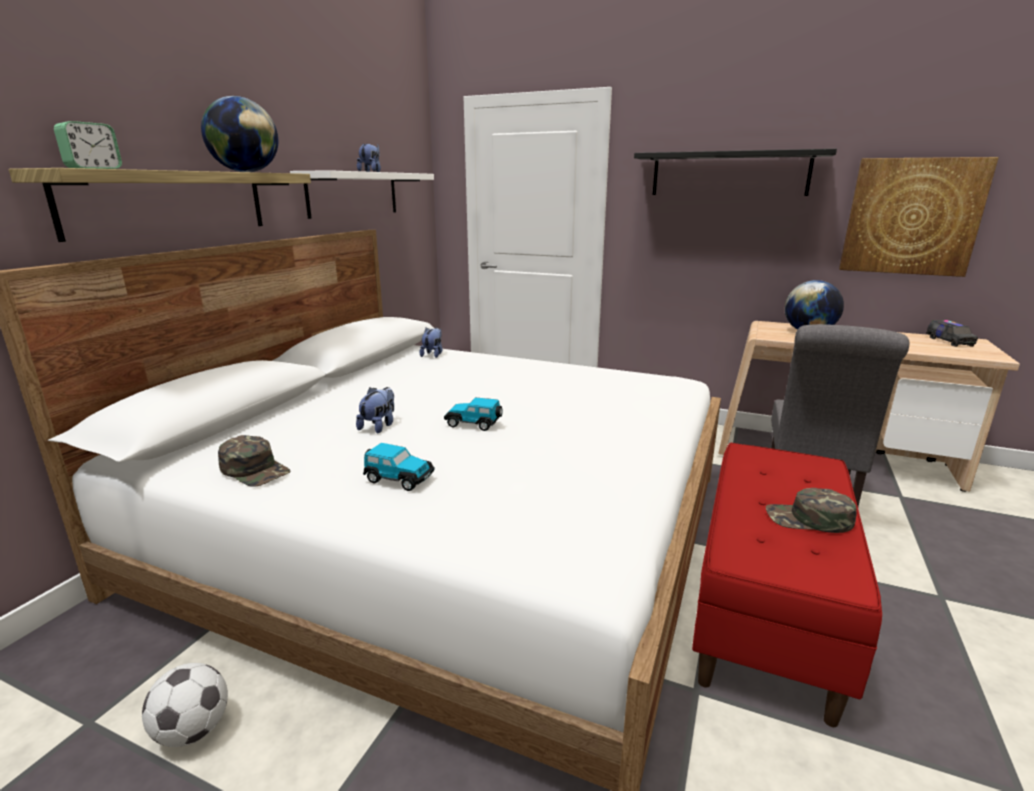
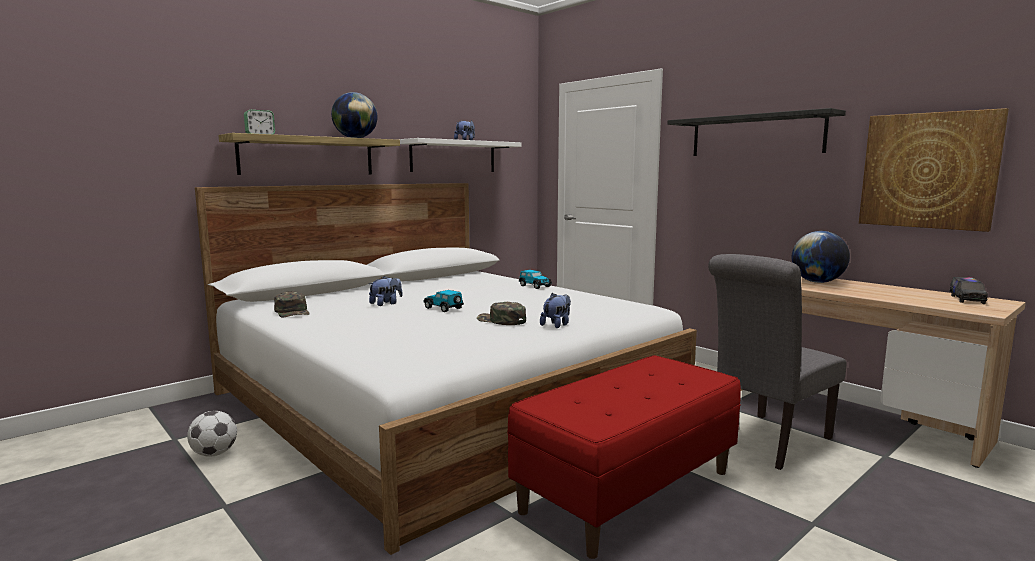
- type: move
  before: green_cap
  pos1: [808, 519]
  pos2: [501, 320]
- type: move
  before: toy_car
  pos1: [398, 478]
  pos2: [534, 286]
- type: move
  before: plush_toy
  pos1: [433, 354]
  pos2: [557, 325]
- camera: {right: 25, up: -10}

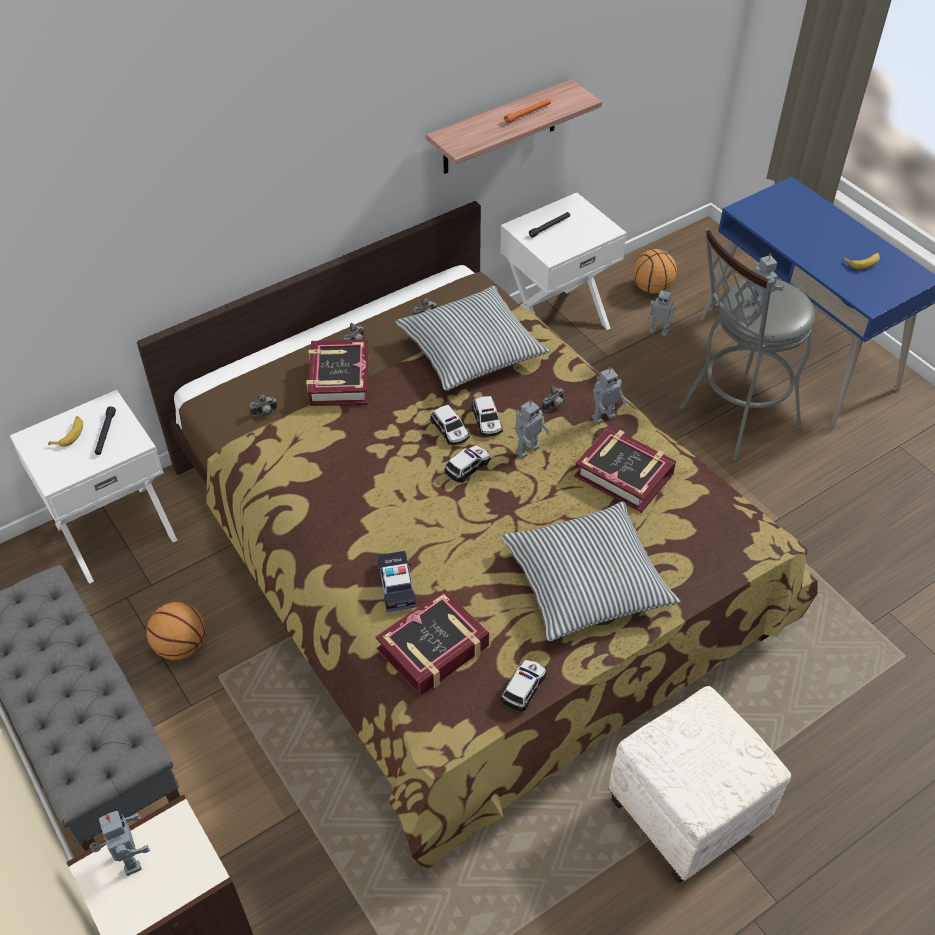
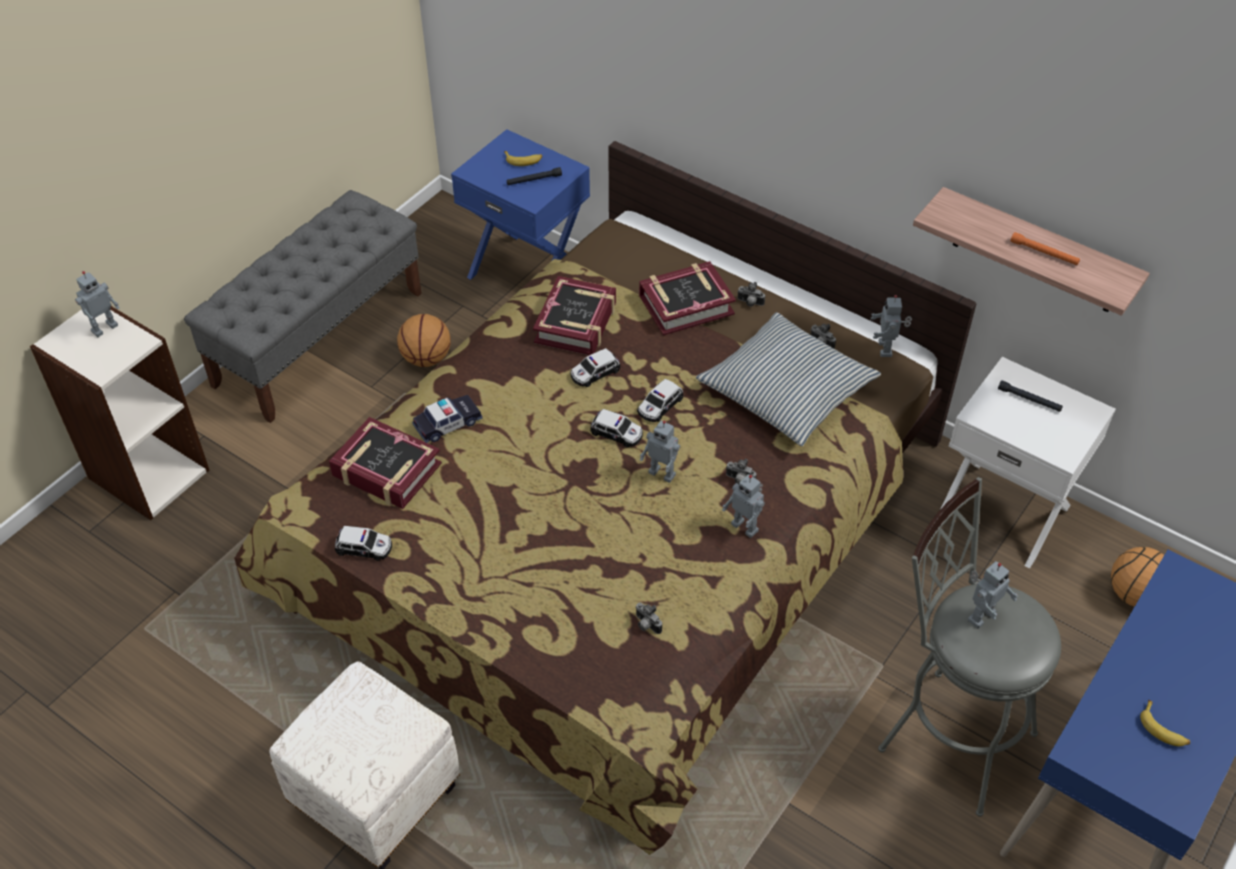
- type: recolor
  before: white_nightstand
  after: blue_nightstand
  pos1: [115, 531]
  pos2: [528, 271]
- type: move
  before: book
  pos1: [624, 475]
  pos2: [576, 323]
- type: move
  before: toy_car
  pos1: [487, 421]
  pos2: [594, 373]
- type: move
  before: photo_camera
  pos1: [265, 413]
  pos2: [646, 625]
- type: move
  before: toy_robot
  pos1: [658, 331]
  pos2: [886, 349]
- type: delete
  before: pillow
  pos1: [586, 581]
- camera: {right: 70, up: 0}

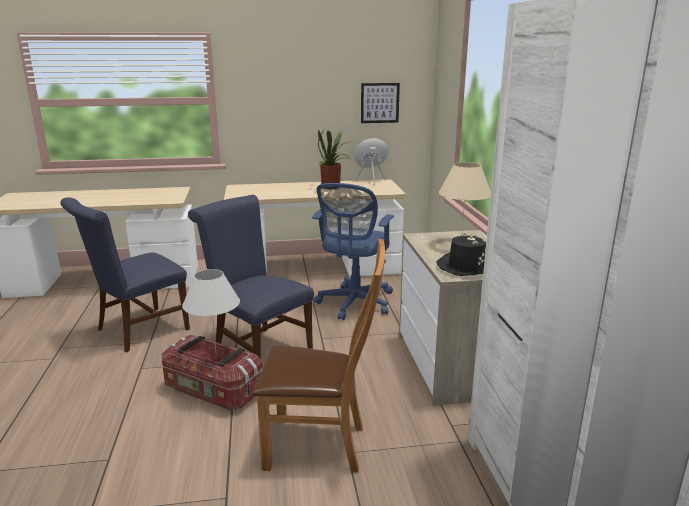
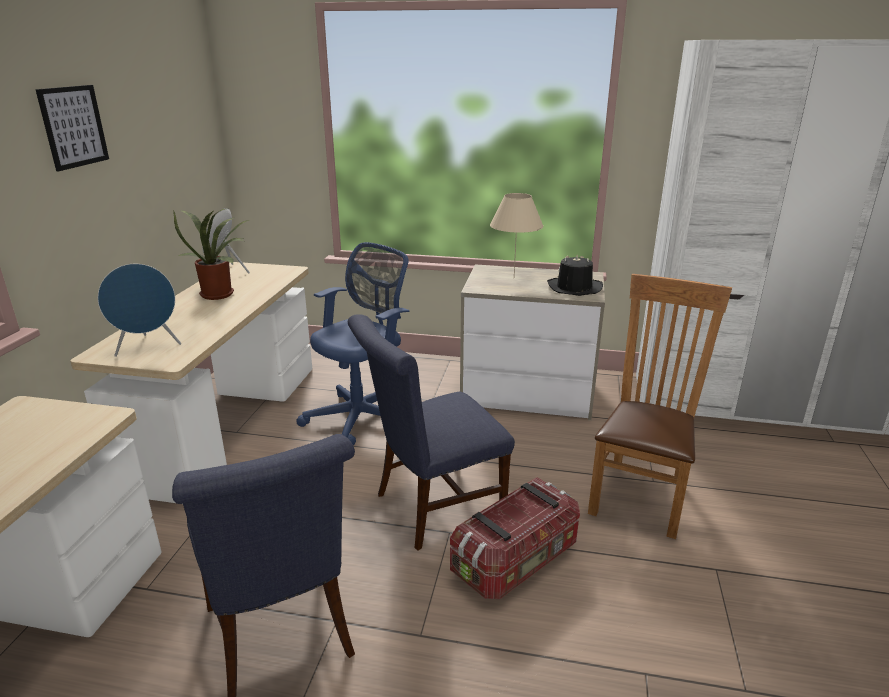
- type: move
  before: picture
  pos1: [379, 103]
  pos2: [73, 126]
- type: insert
  after: blue_speaker
  pos2: [148, 347]
- type: rotate
  before: blue_office_chair
  pos1: [354, 304]
  pos2: [362, 416]
  turn: -90
- type: delete
  before: white_table_lamp
  pos1: [216, 354]
- camera: {right: -70, up: 5}

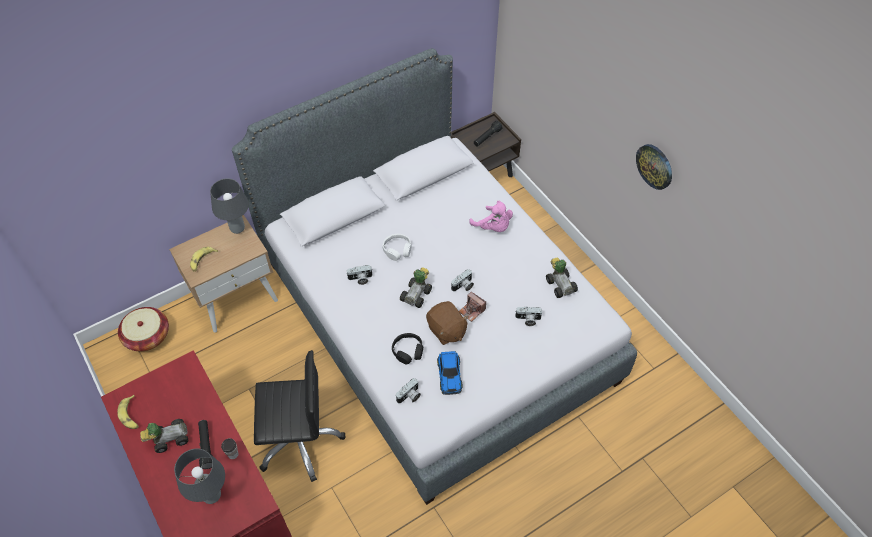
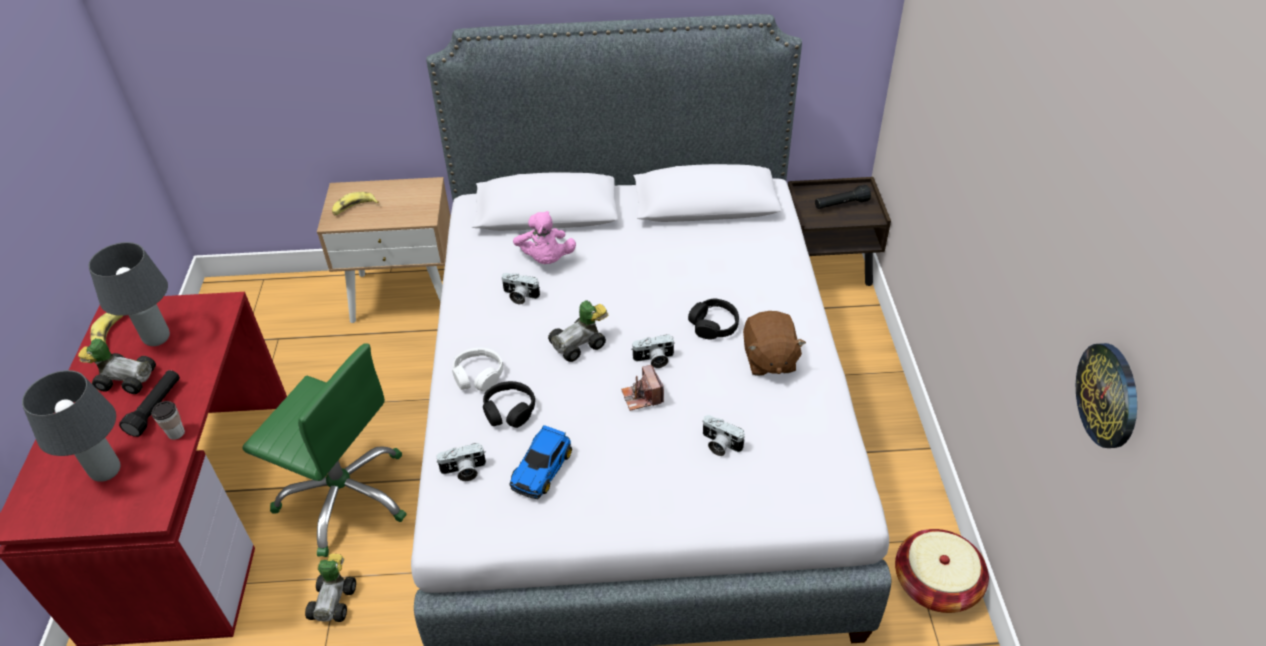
- type: move
  before: grey_table_lamp
  pos1: [237, 229]
  pos2: [157, 339]
- type: recolor
  before: black_office_chair
  after: green_office_chair
  pos1: [299, 440]
  pos2: [345, 496]
- type: move
  before: toy_car
  pos1: [560, 284]
  pos2: [335, 599]
- type: move
  before: white_headphones
  pos1: [397, 250]
  pos2: [478, 375]
- type: move
  before: pink_plush_toy
  pos1: [493, 227]
  pos2: [546, 259]
- type: insert
  after: black_headphones
  pos2: [714, 325]
- type: move
  before: brown_plush_toy
  pos1: [446, 330]
  pos2: [769, 359]
- type: move
  before: basket
  pos1: [147, 336]
  pos2: [936, 584]
- type: move
  before: wall_clock
  pos1: [655, 166]
  pos2: [1108, 395]
- camera: {right: 30, up: -10}

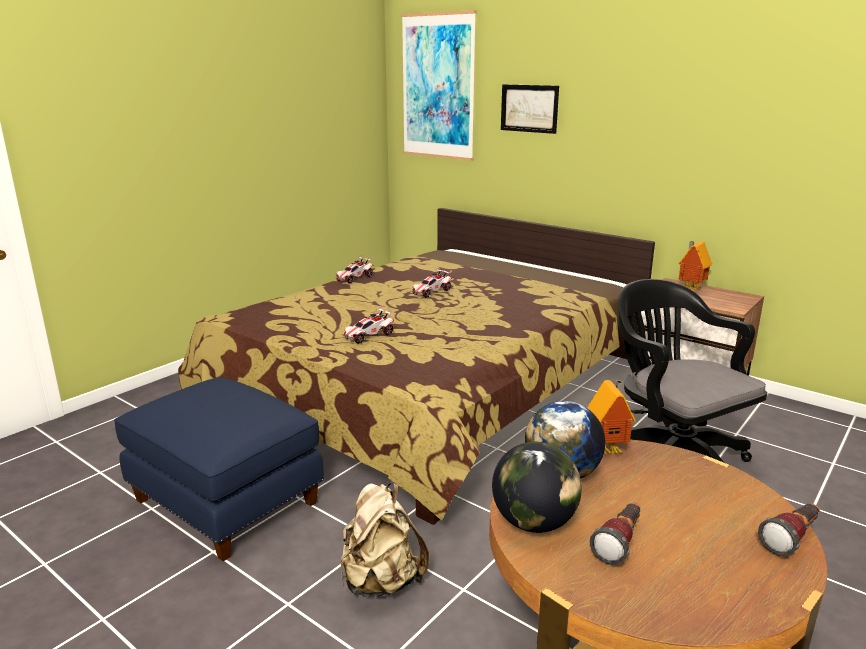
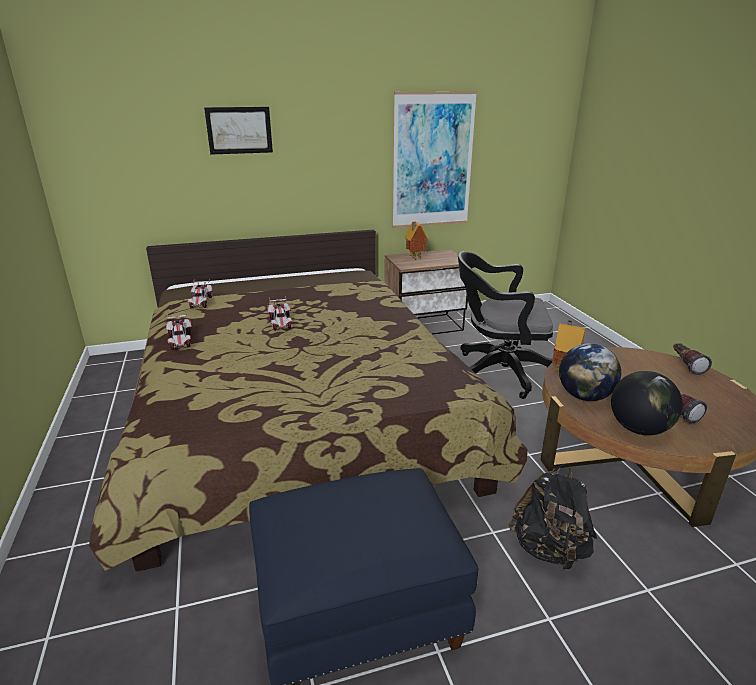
- type: move
  before: toy_car
  pos1: [369, 336]
  pos2: [201, 302]
- type: move
  before: picture
  pos1: [438, 87]
  pos2: [432, 161]
- type: recolor
  before: beige_backpack
  after: black_backpack
  pos1: [381, 581]
  pos2: [549, 549]
- camera: {right: -55, up: 5}

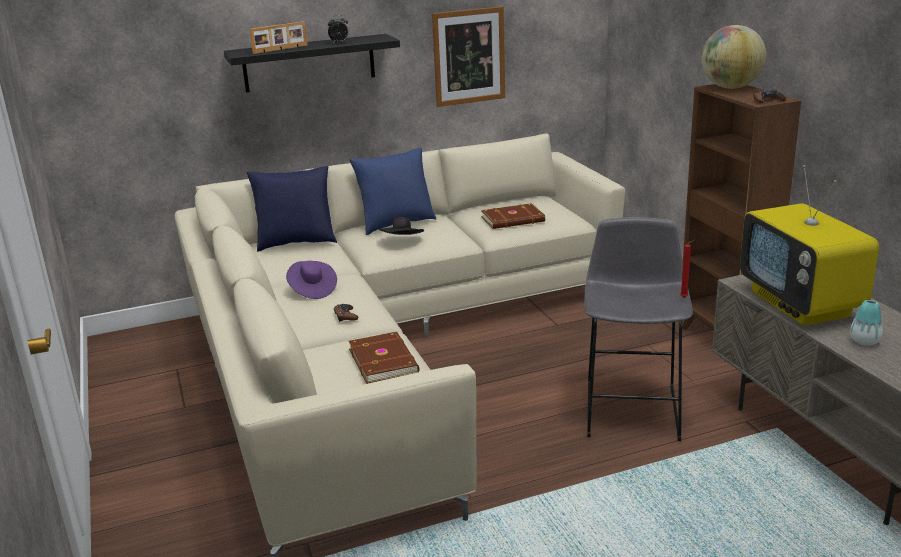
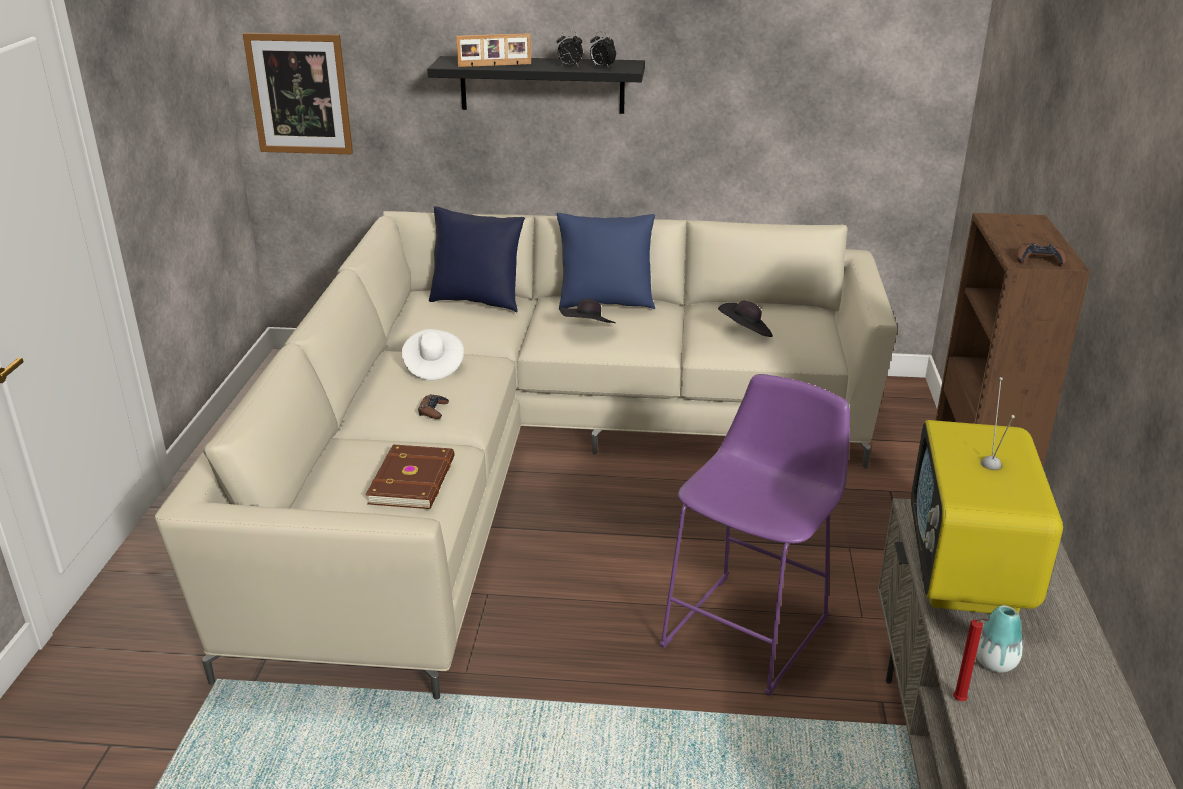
- type: move
  before: picture
  pos1: [469, 56]
  pos2: [299, 94]
- type: recolor
  before: purple_hat
  after: white_hat
  pos1: [312, 290]
  pos2: [433, 367]
- type: insert
  after: alarm_clock
  pos2: [602, 67]
- type: recolor
  before: grey_stool
  after: purple_stool
  pos1: [632, 407]
  pos2: [751, 627]
- type: replace
  before: brown_book
  after: black_hat
  pos1: [513, 220]
  pos2: [745, 333]
- type: move
  before: red_candle
  pos1: [685, 298]
  pos2: [961, 702]
- type: delete
  before: globe
  pos1: [730, 87]
- camera: {right: 25, up: 5}

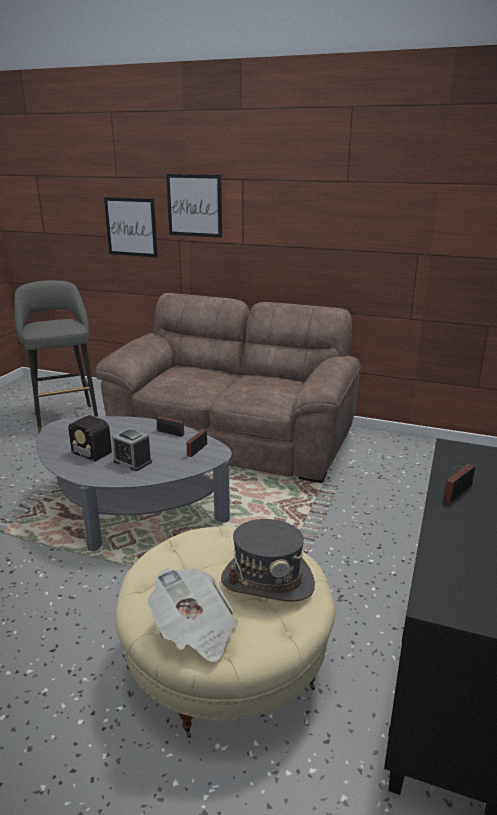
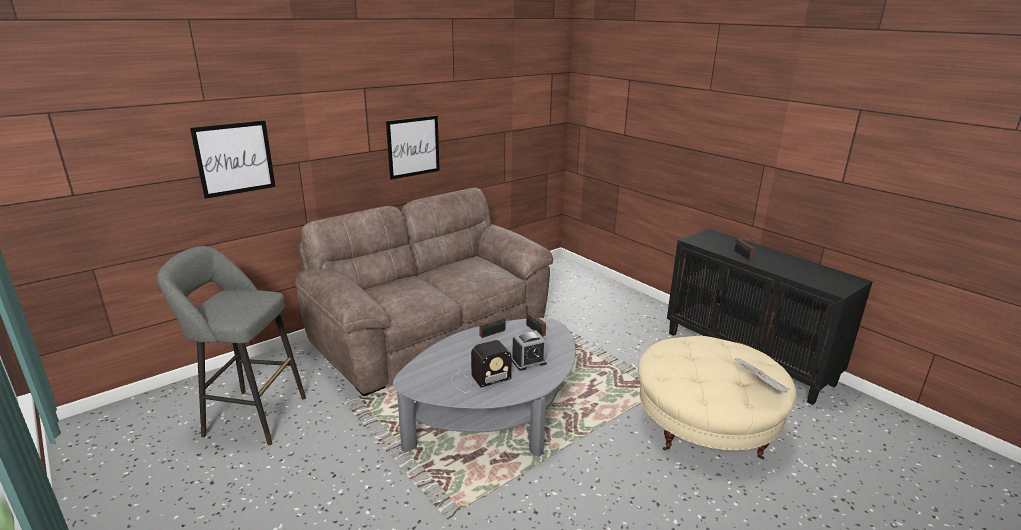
- type: move
  before: picture
  pos1: [194, 205]
  pos2: [413, 147]
- type: delete
  before: grey_hat
  pos1: [267, 581]
- camera: {right: -60, up: 0}

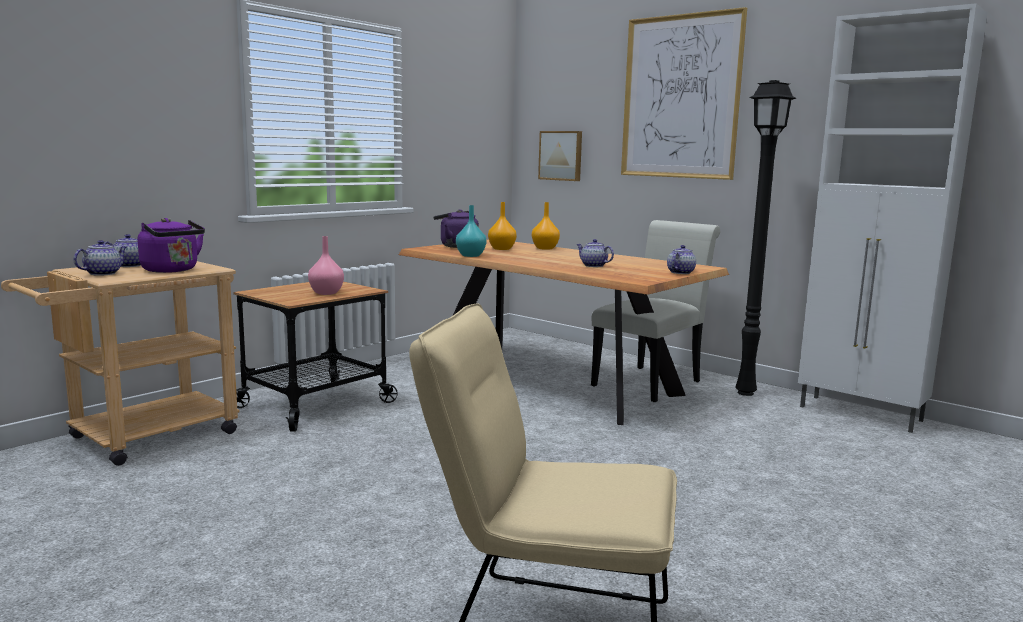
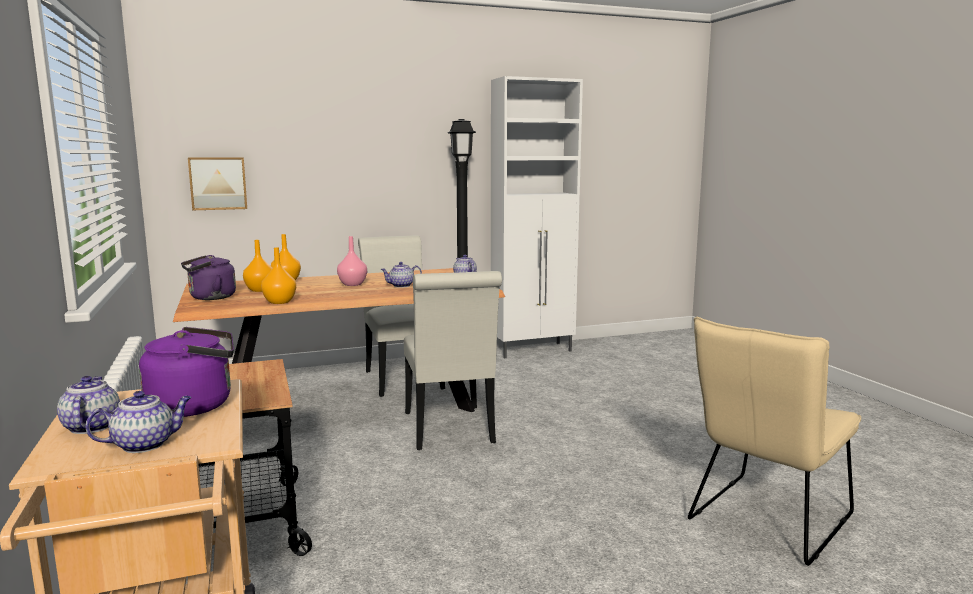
- type: rotate
  before: teapot
  pos1: [103, 273]
  pos2: [145, 444]
  turn: 90
- type: recolor
  before: turquoise_vase
  after: orange_vase
  pos1: [470, 255]
  pos2: [279, 302]
- type: move
  before: pink_vase
  pos1: [326, 293]
  pos2: [353, 284]
- type: insert
  after: white_chair
  pos2: [449, 430]
- type: delete
  before: picture
  pos1: [680, 97]
- camera: {right: -60, up: 0}

